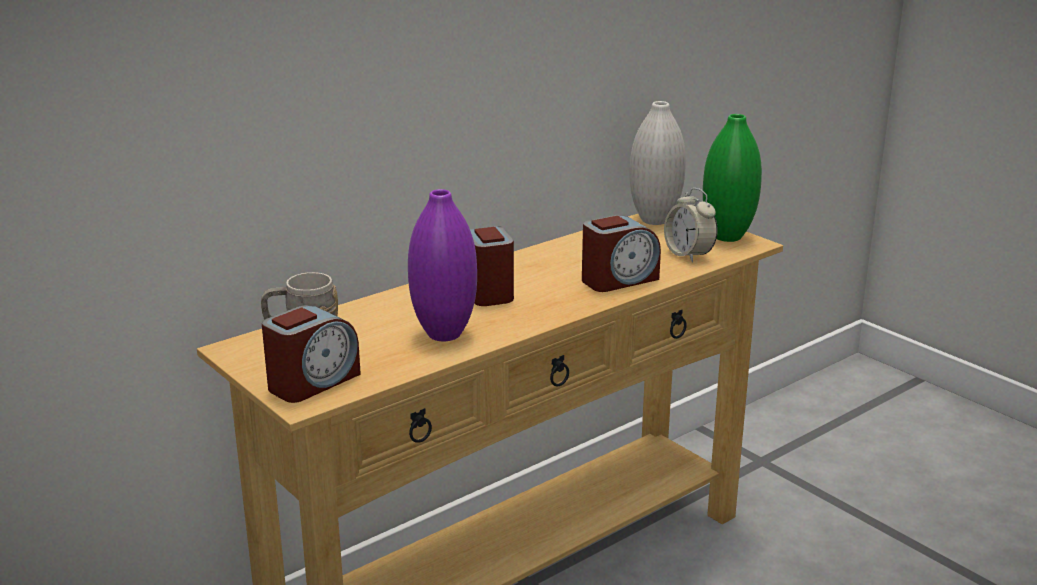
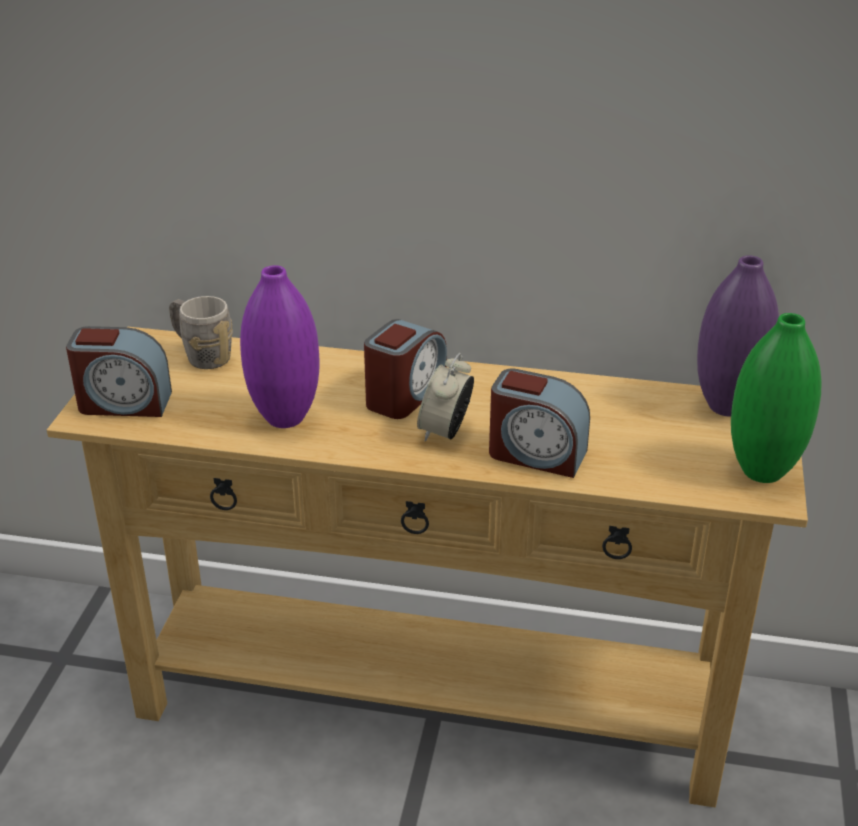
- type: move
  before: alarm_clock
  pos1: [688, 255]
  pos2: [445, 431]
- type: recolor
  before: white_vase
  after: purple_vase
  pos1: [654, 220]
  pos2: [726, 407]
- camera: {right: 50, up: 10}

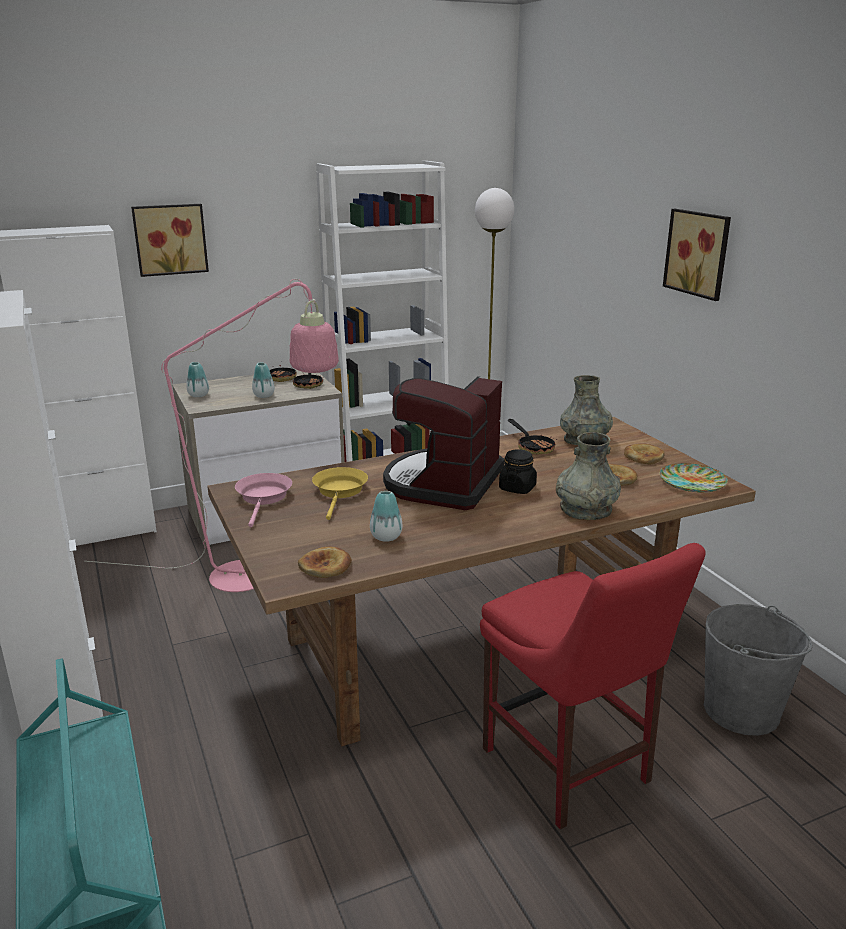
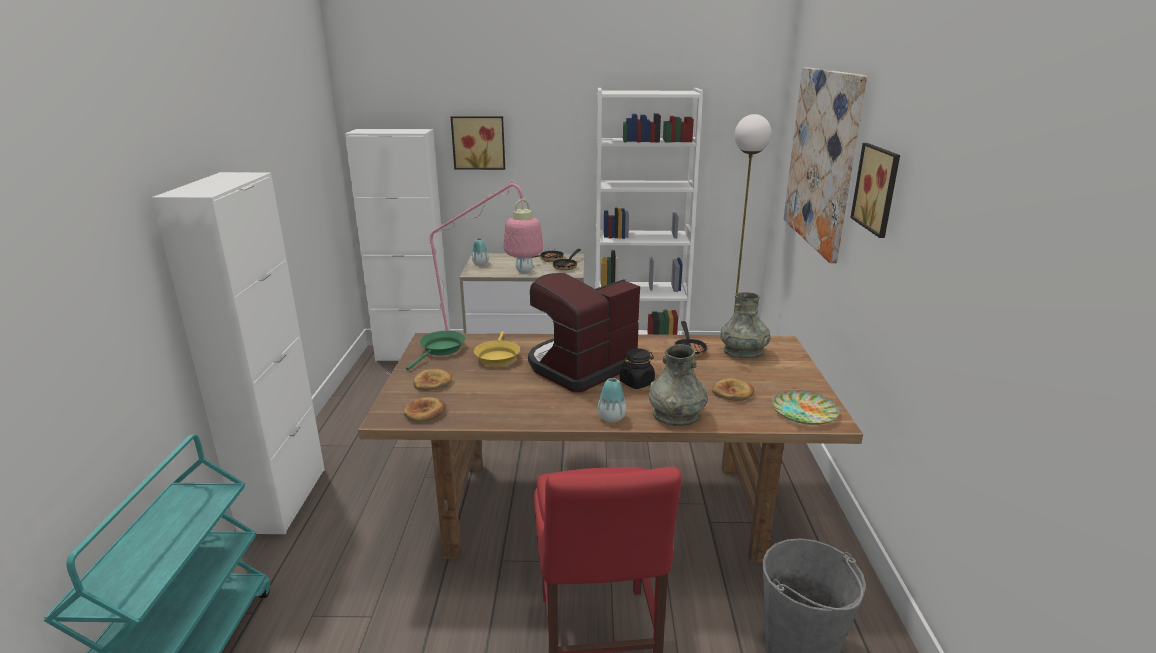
- type: recolor
  before: pink_frying_pan
  after: green_frying_pan
  pos1: [264, 498]
  pos2: [440, 350]
- type: move
  before: bread
  pos1: [643, 457]
  pos2: [433, 382]
- type: rotate
  before: yellow_frying_pan
  pos1: [340, 492]
  pos2: [497, 356]
  turn: 150
- type: move
  before: vase
  pos1: [386, 537]
  pos2: [611, 418]
- type: insert
  after: picture
  pos2: [822, 159]
- camera: {right: 25, up: 0}

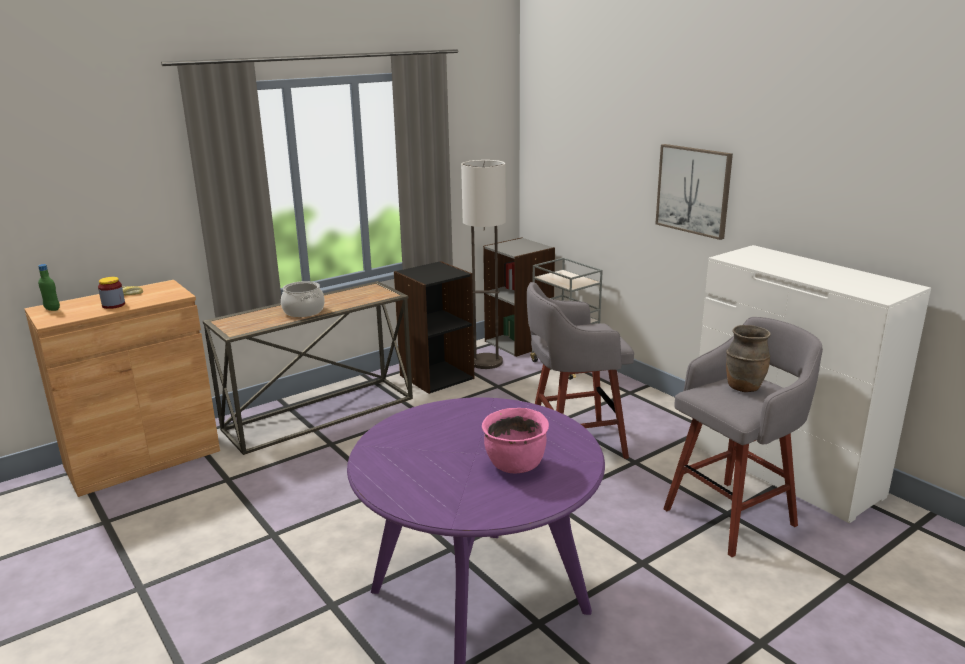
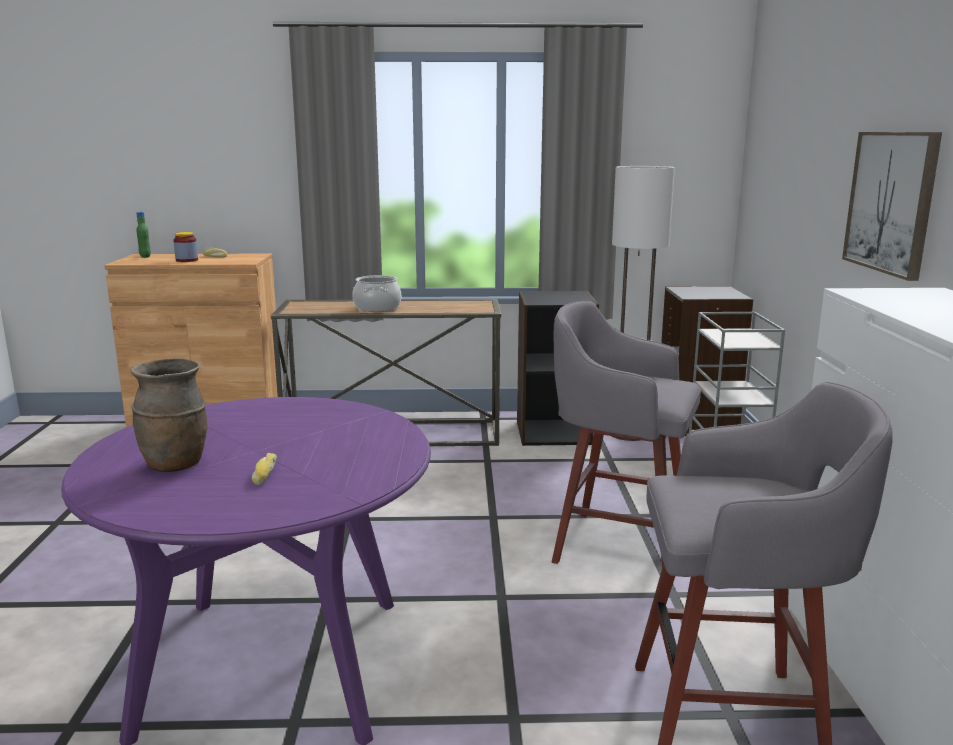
- type: move
  before: brown_vase
  pos1: [744, 387]
  pos2: [176, 465]
- type: replace
  before: pink_cooking_pot
  after: bread
  pos1: [515, 465]
  pos2: [264, 474]
- camera: {right: 35, up: -5}

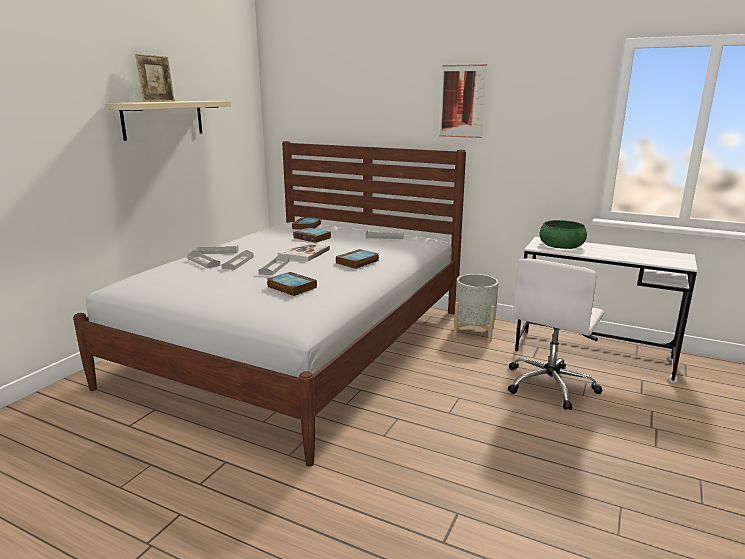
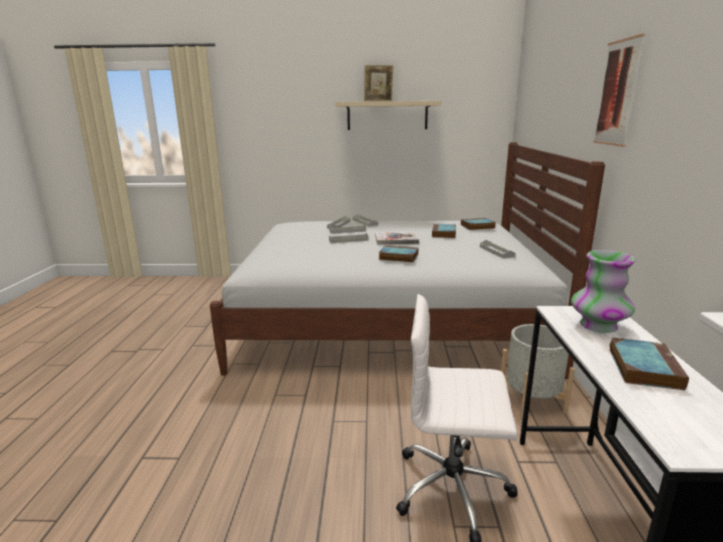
- type: replace
  before: green_bowl
  after: vase
  pos1: [561, 245]
  pos2: [598, 326]
- type: move
  before: book
  pos1: [290, 287]
  pos2: [643, 367]
- camera: {right: 65, up: 0}

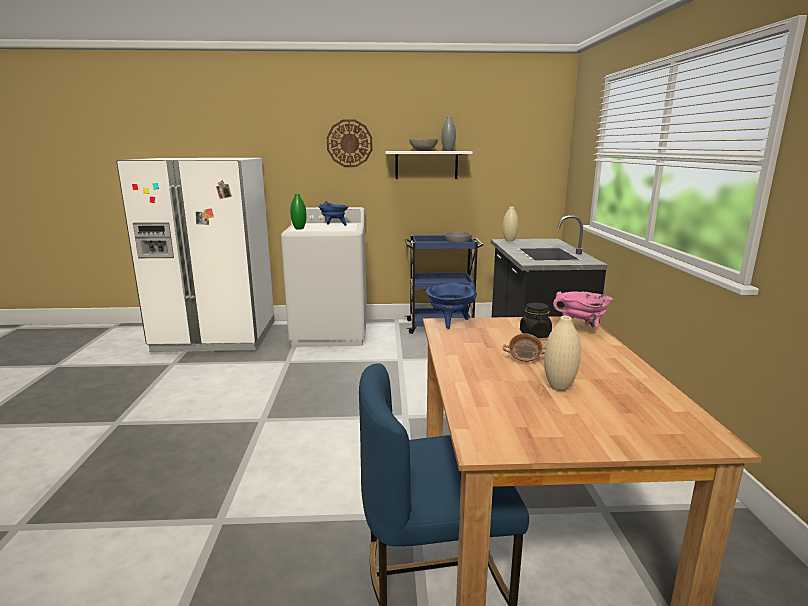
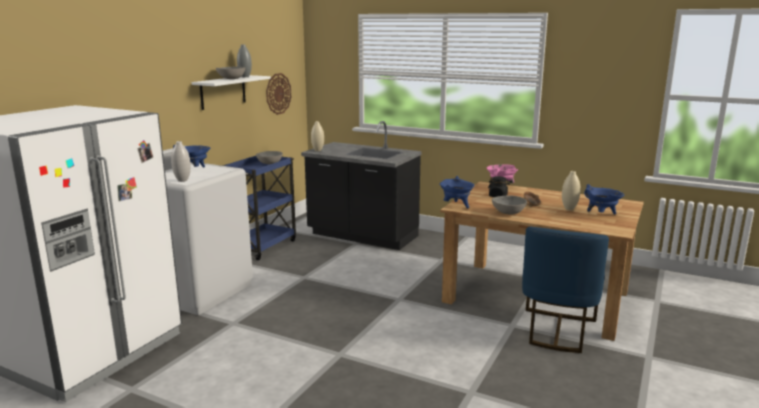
- type: recolor
  before: green_vase
  after: white_vase
  pos1: [299, 229]
  pos2: [182, 180]
- type: move
  before: wall_clock
  pos1: [349, 143]
  pos2: [278, 93]
- type: insert
  after: grey_bowl
  pos2: [508, 213]
- type: insert
  after: blue_cooking_pot
  pos2: [601, 215]
- camera: {right: -60, up: 0}

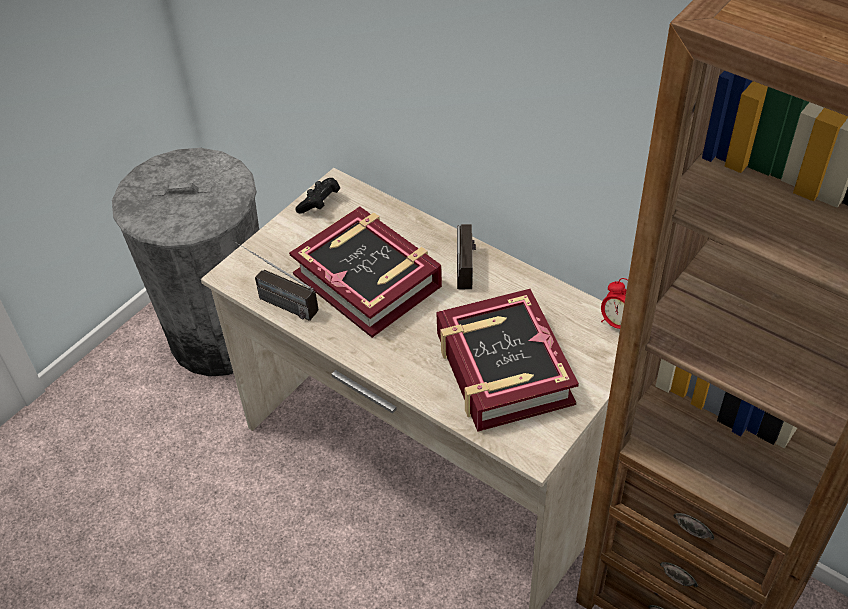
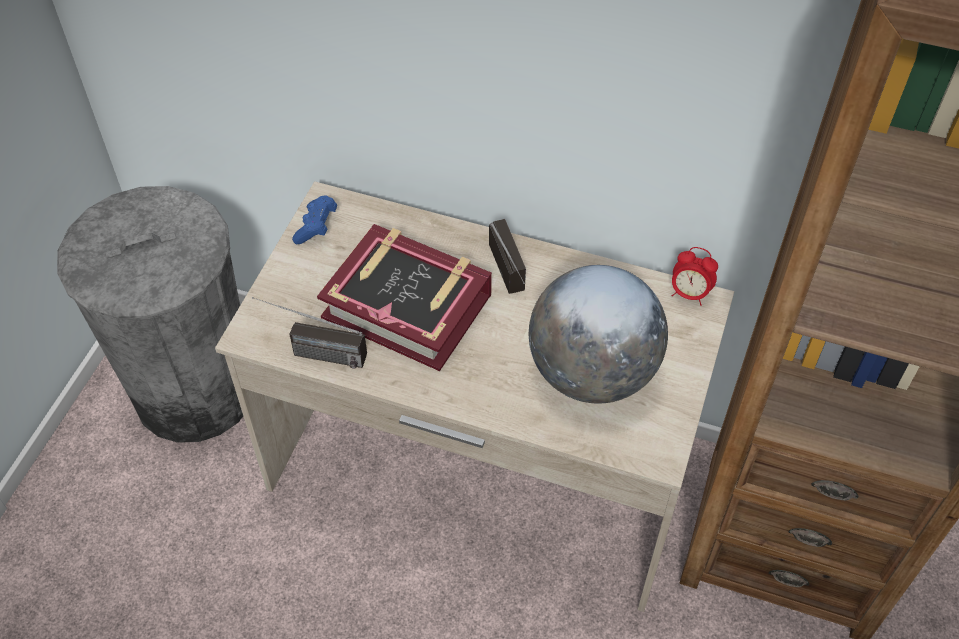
- type: recolor
  before: black_game_controller
  after: blue_game_controller
  pos1: [319, 203]
  pos2: [316, 227]
- type: replace
  before: book
  after: globe
  pos1: [502, 369]
  pos2: [592, 372]
- camera: {right: -20, up: 5}

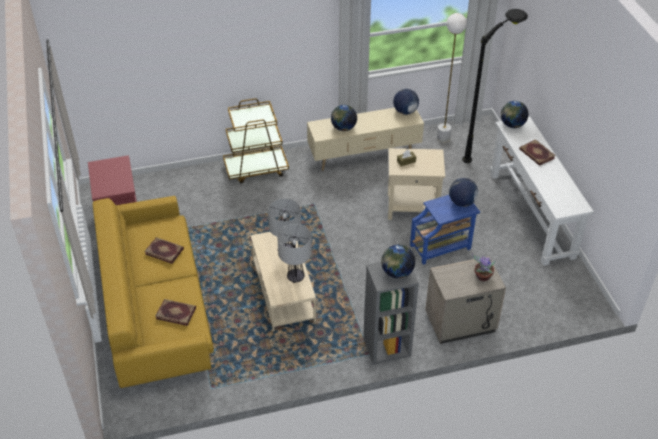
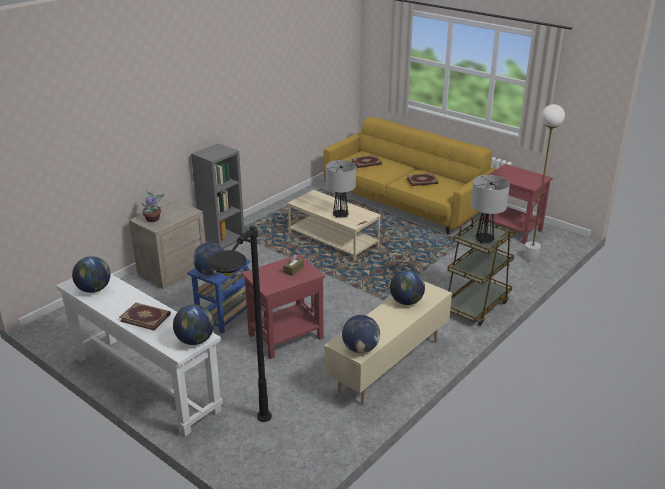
- type: move
  before: globe
  pos1: [397, 272]
  pos2: [94, 289]
- type: recolor
  before: beige_side_table
  after: red_side_table
  pos1: [412, 207]
  pos2: [285, 336]
- type: move
  before: table_lamp
  pos1: [296, 277]
  pos2: [484, 240]
- type: move
  before: white_floor_lamp
  pos1: [443, 138]
  pos2: [531, 258]
- camera: {right: 145, up: -15}

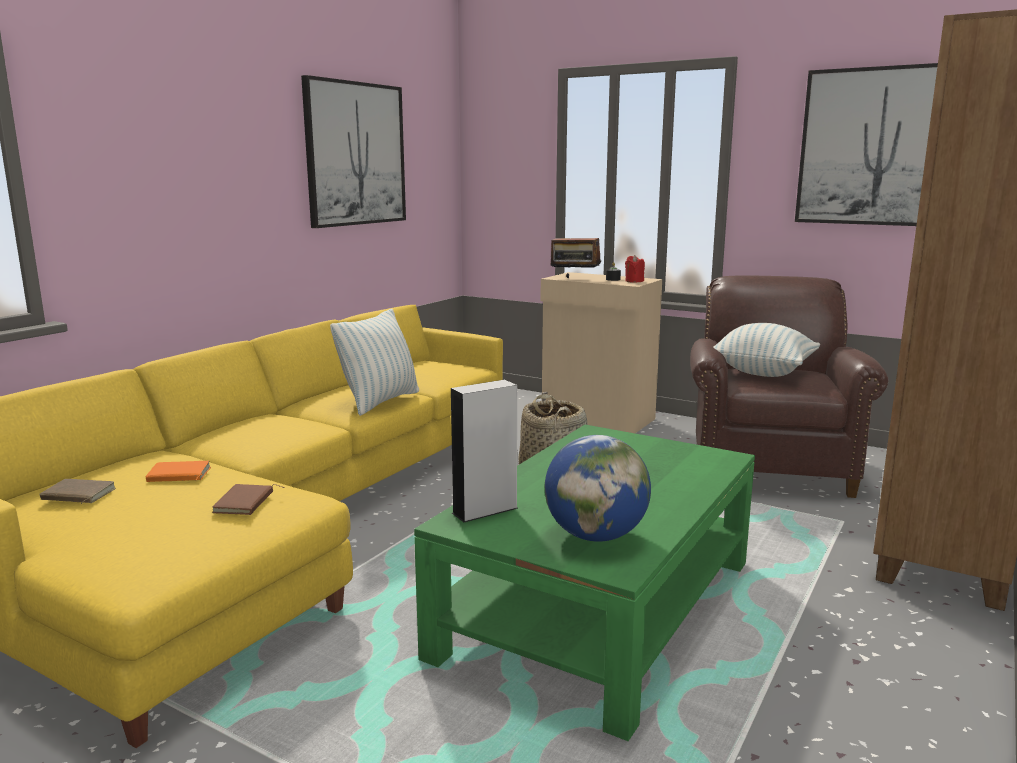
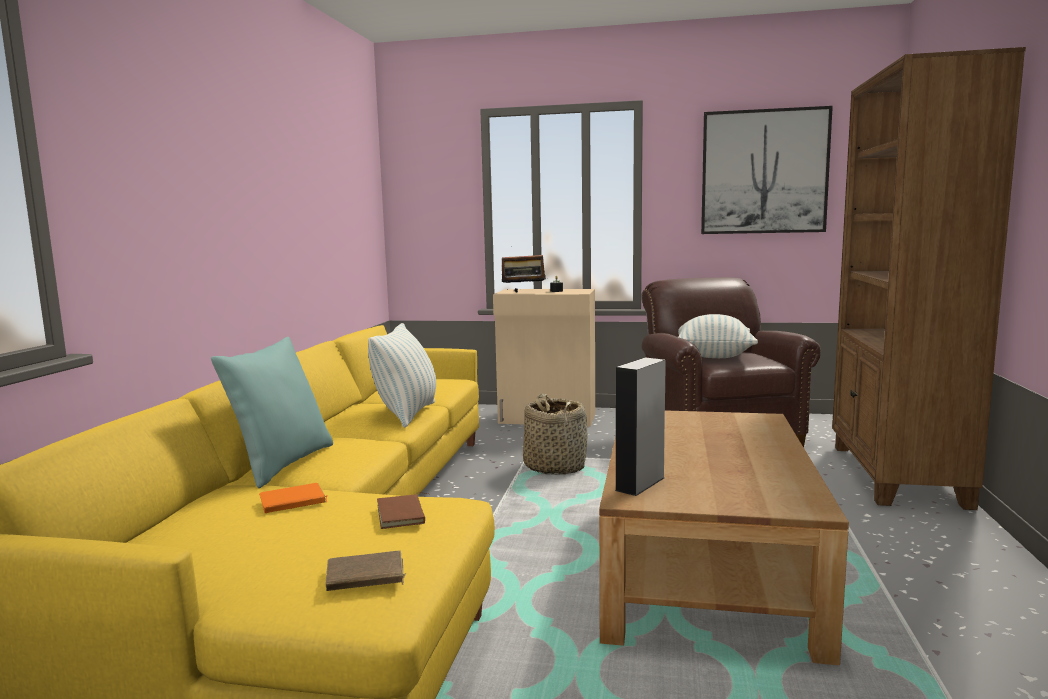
- type: insert
  after: turquoise_pillow
  pos2: [282, 464]
- type: move
  before: brown_book
  pos1: [77, 495]
  pos2: [365, 577]
- type: recolor
  before: green_coffee_table
  after: brown_coffee_table
  pos1: [600, 607]
  pos2: [705, 565]
- type: delete
  before: picture
  pos1: [355, 154]
- type: delete
  before: globe
  pos1: [595, 535]
- type: delete
  before: red_candle
  pos1: [634, 281]
- camera: {right: -20, up: -5}

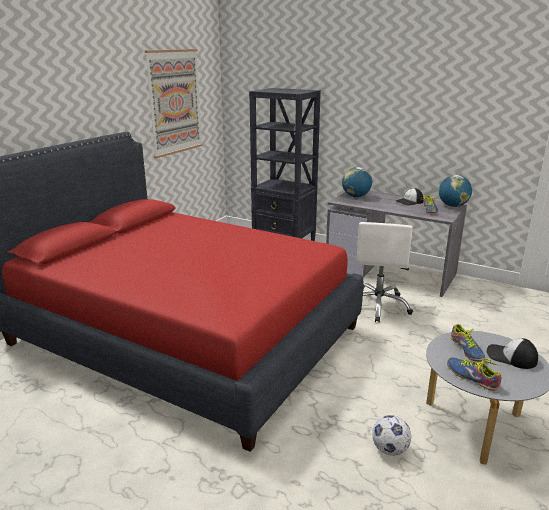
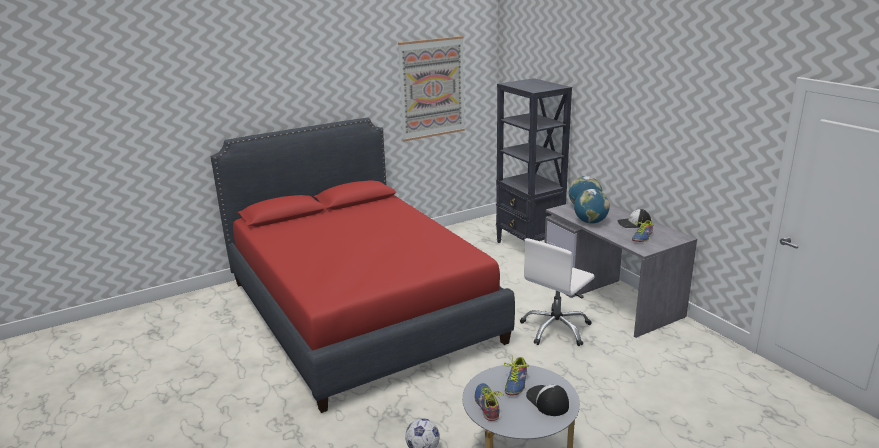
- type: move
  before: globe
  pos1: [453, 206]
  pos2: [590, 222]
- camera: {right: 30, up: 0}

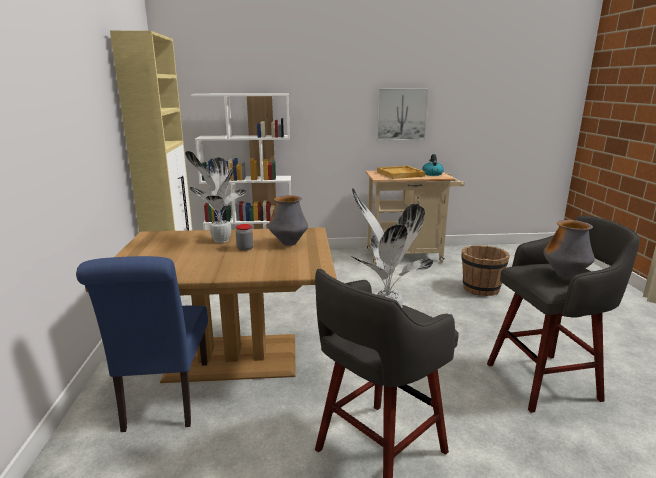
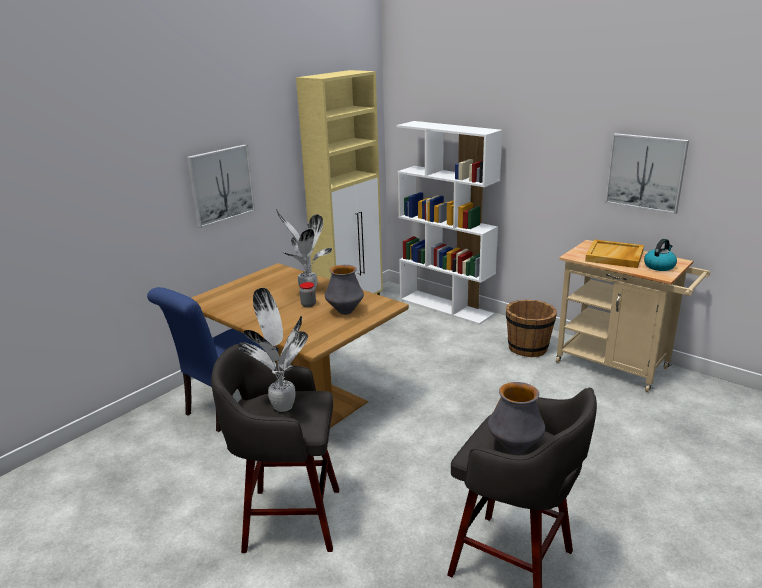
- type: insert
  after: picture
  pos2: [221, 185]
- type: move
  before: brown_bucket
  pos1: [480, 289]
  pos2: [528, 348]
- camera: {right: 45, up: 5}

